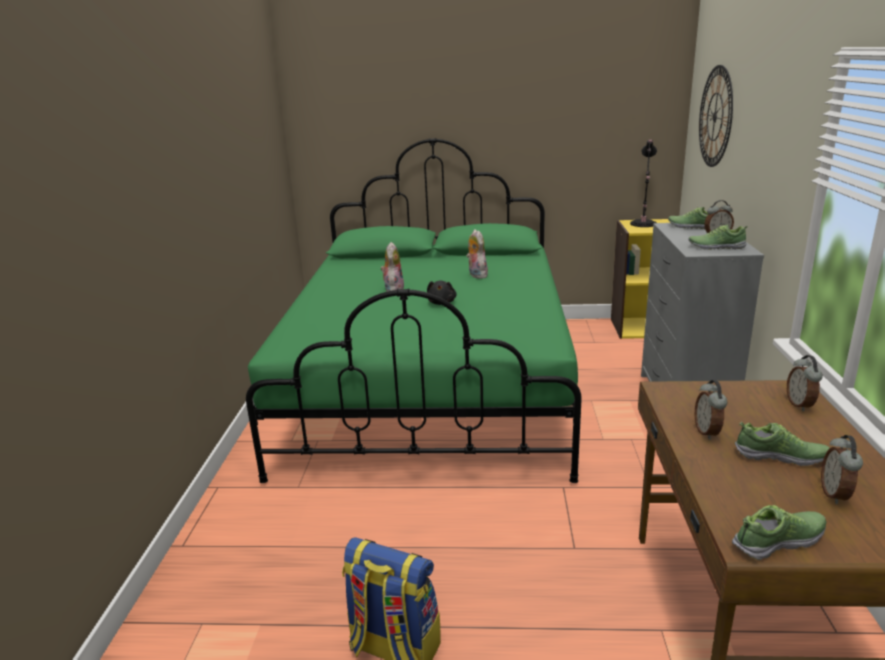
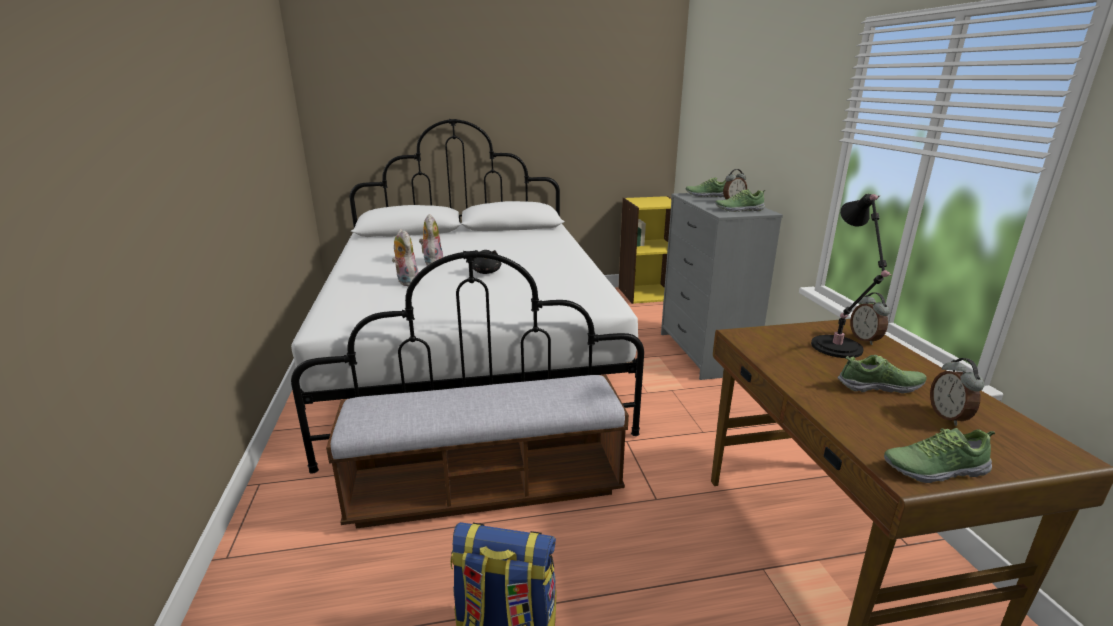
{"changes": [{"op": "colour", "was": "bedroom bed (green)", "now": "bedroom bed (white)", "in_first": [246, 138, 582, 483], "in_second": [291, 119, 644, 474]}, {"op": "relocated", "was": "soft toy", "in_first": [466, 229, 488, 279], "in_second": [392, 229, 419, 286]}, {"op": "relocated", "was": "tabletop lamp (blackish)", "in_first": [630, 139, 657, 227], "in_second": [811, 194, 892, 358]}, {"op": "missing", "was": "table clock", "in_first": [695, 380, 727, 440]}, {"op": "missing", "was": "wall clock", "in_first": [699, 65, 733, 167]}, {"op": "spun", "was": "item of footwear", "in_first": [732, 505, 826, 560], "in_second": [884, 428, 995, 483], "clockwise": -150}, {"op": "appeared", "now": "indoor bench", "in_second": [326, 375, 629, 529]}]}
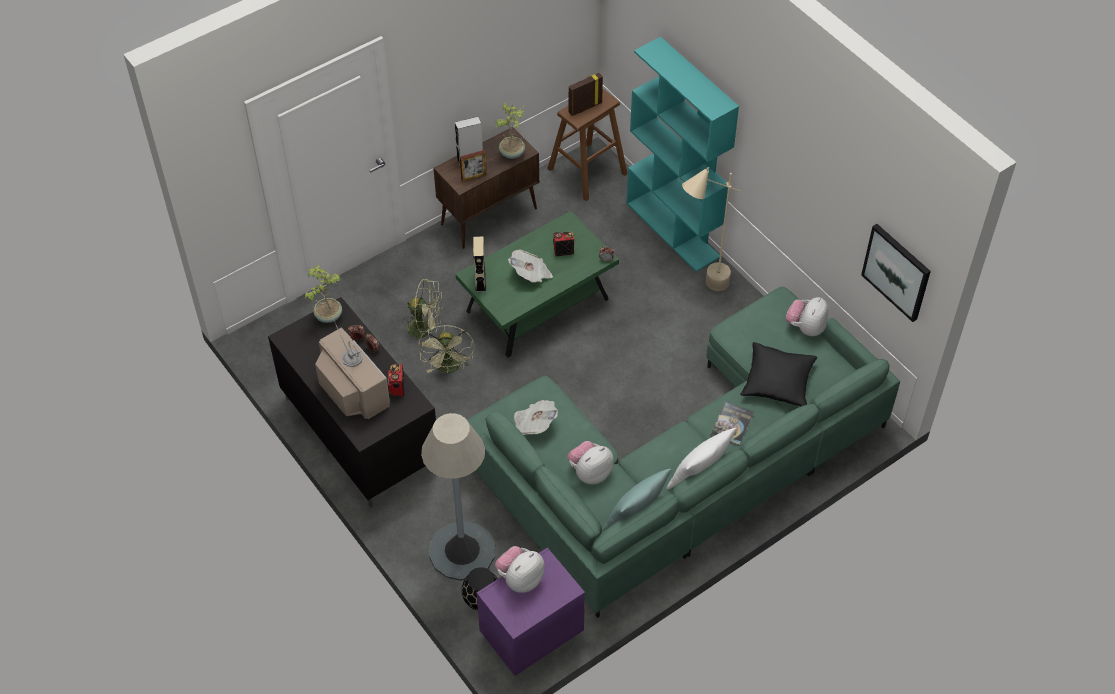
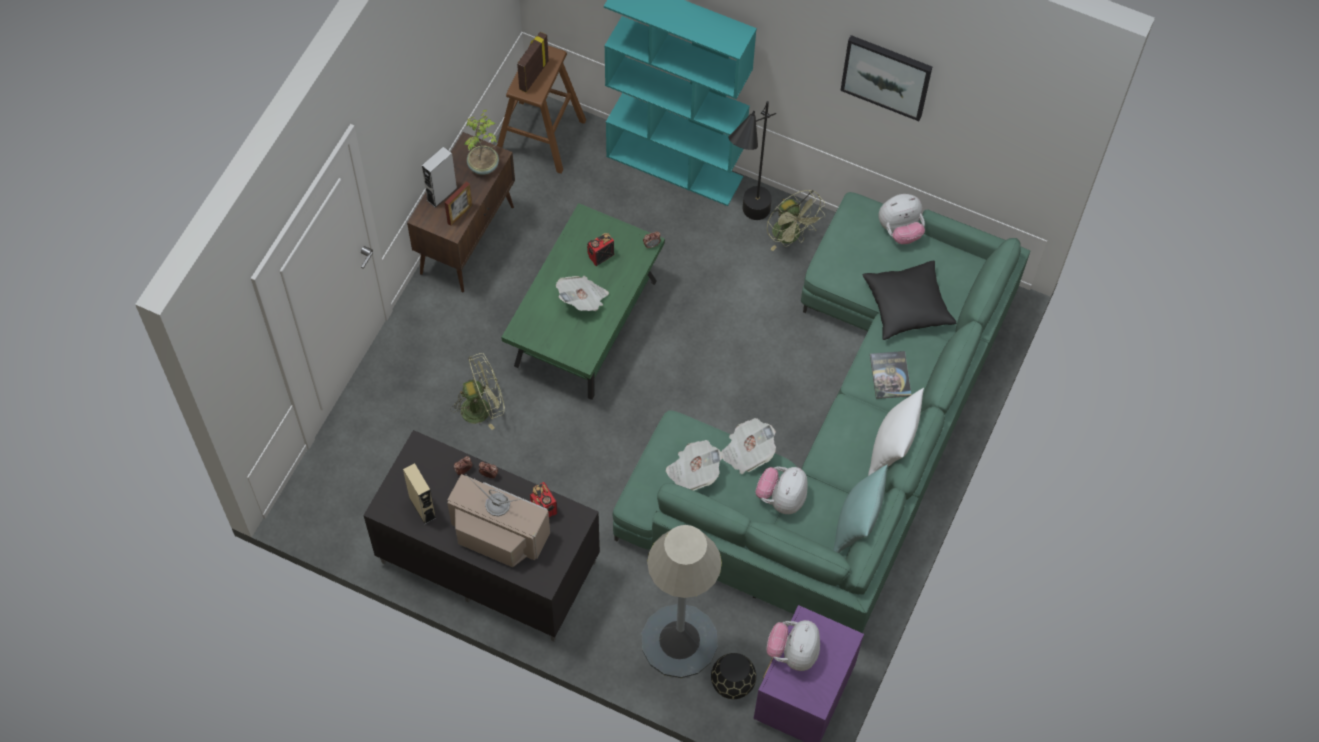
{"changes": [{"op": "missing", "was": "houseplant", "in_first": [305, 265, 342, 323]}, {"op": "relocated", "was": "electric fan (green)", "in_first": [418, 325, 474, 373], "in_second": [767, 190, 825, 251]}, {"op": "relocated", "was": "loudspeaker (beige)", "in_first": [473, 236, 486, 292], "in_second": [403, 463, 436, 524]}, {"op": "colour", "was": "standard lamp (beige)", "now": "standard lamp (blackish)", "in_first": [682, 167, 740, 291], "in_second": [729, 101, 776, 220]}, {"op": "spun", "was": "soft toy", "in_first": [786, 297, 828, 336], "in_second": [878, 194, 925, 244], "clockwise": -105}, {"op": "relocated", "was": "picture", "in_first": [861, 224, 931, 322], "in_second": [840, 35, 932, 121]}, {"op": "appeared", "now": "printed paper", "in_second": [721, 418, 776, 474]}]}
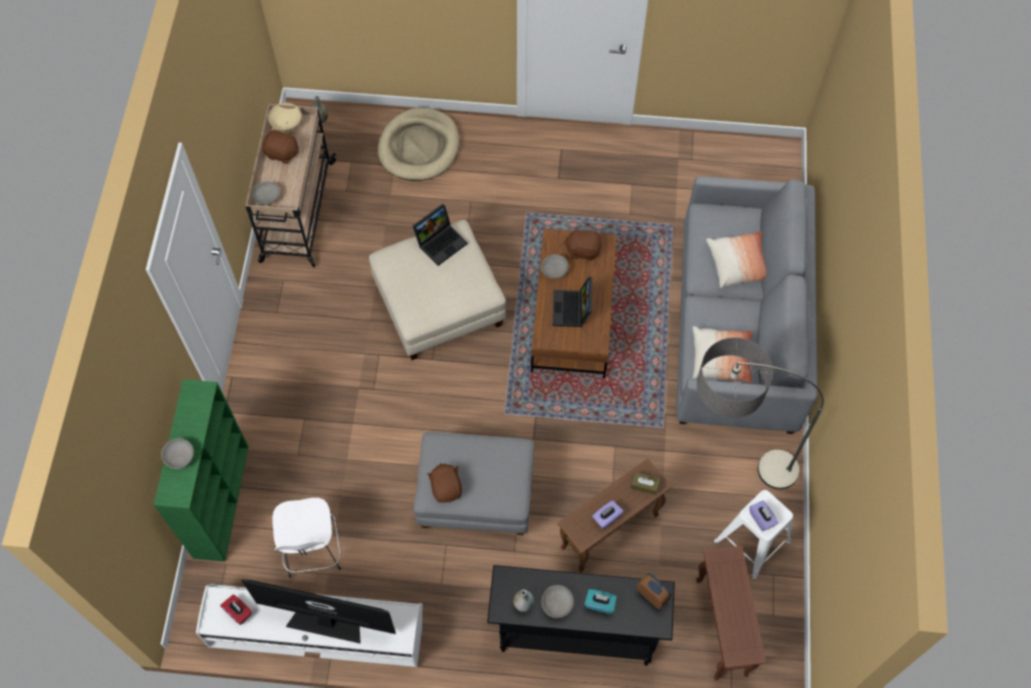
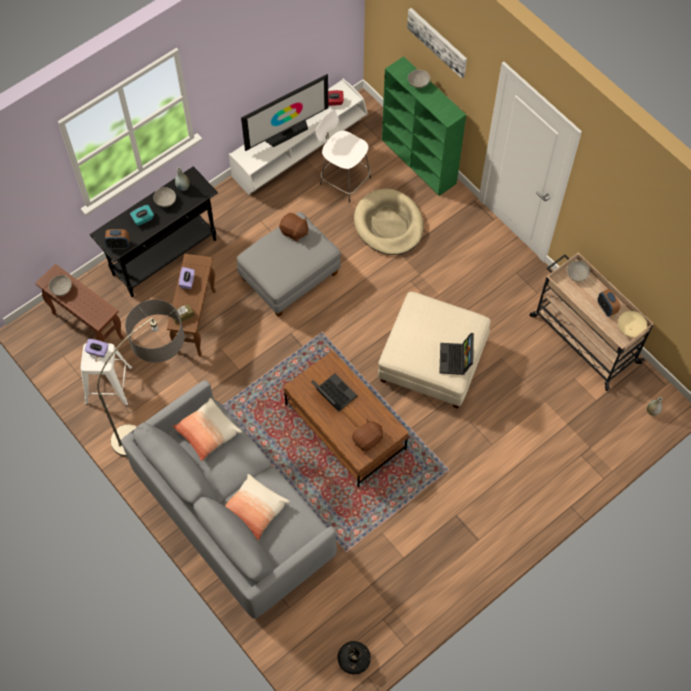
{"changes": [{"op": "exchanged", "was": "soft toy (brown)", "now": "table clock", "in_first": [262, 130, 299, 164], "in_second": [598, 289, 620, 317]}, {"op": "relocated", "was": "pet bed (beige)", "in_first": [378, 108, 459, 181], "in_second": [354, 189, 424, 255]}, {"op": "relocated", "was": "deep dish (gray)", "in_first": [541, 254, 569, 279], "in_second": [49, 275, 72, 296]}, {"op": "appeared", "now": "decorative vase (blackish)", "in_second": [337, 641, 371, 675]}, {"op": "appeared", "now": "picture", "in_second": [407, 8, 467, 78]}]}
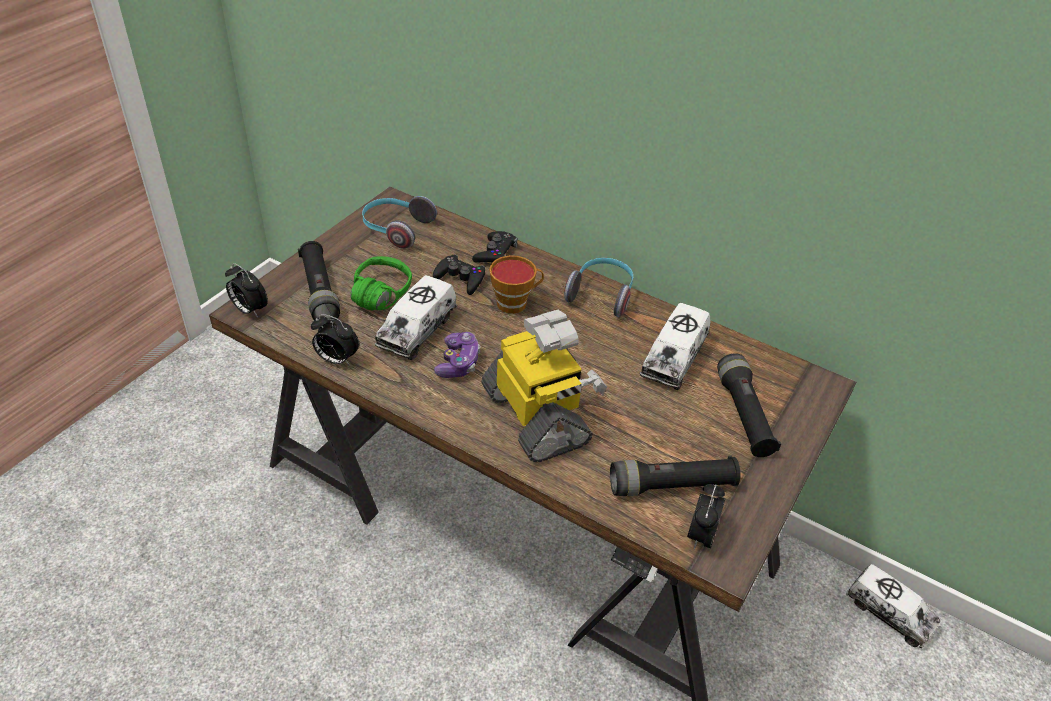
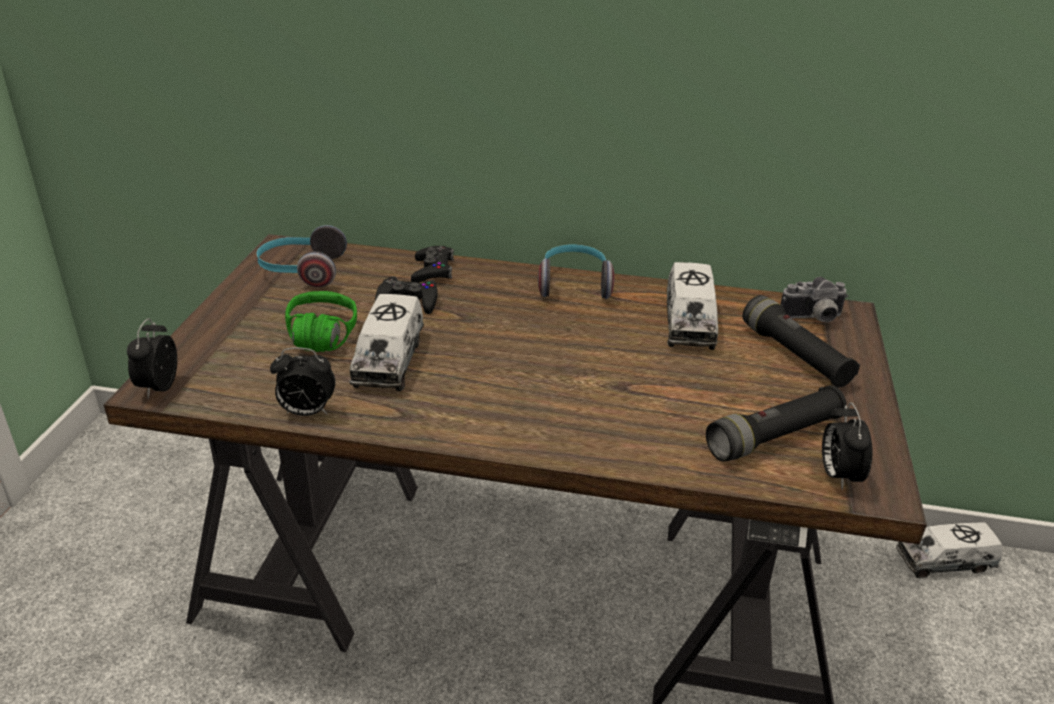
{"changes": [{"op": "spun", "was": "table clock", "in_first": [225, 263, 268, 318], "in_second": [127, 318, 177, 399], "clockwise": 75}, {"op": "missing", "was": "hand torch (blackish)", "in_first": [298, 241, 340, 320]}, {"op": "missing", "was": "joypad", "in_first": [434, 332, 481, 378]}, {"op": "missing", "was": "robot figure", "in_first": [482, 310, 607, 462]}, {"op": "missing", "was": "small cup", "in_first": [489, 255, 544, 314]}, {"op": "spun", "was": "model truck", "in_first": [846, 564, 941, 648], "in_second": [896, 522, 1002, 578], "clockwise": 150}, {"op": "appeared", "now": "photo camera", "in_second": [780, 277, 848, 322]}]}
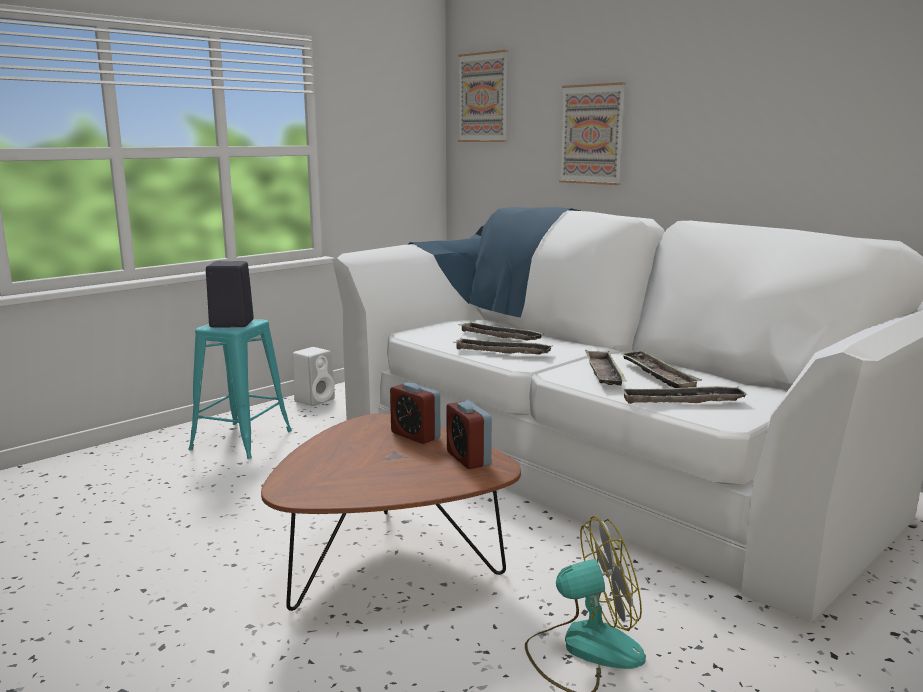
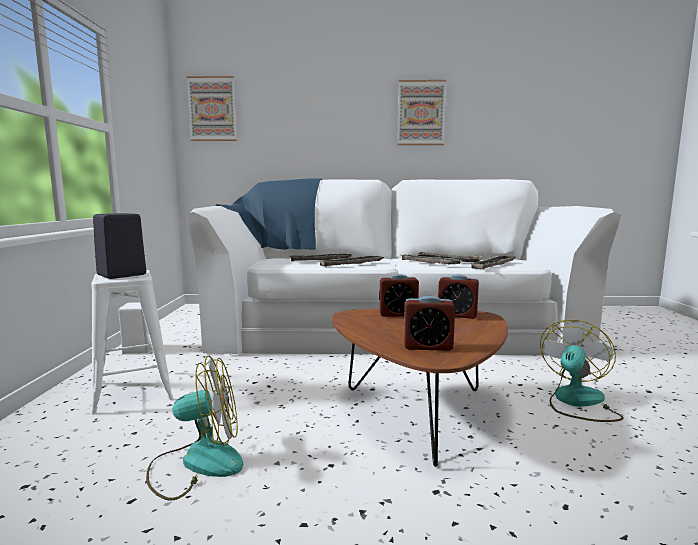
{"changes": [{"op": "colour", "was": "sitting stool (turquoise)", "now": "sitting stool (white)", "in_first": [188, 319, 292, 459], "in_second": [91, 270, 173, 415]}, {"op": "relocated", "was": "picture", "in_first": [559, 82, 625, 185], "in_second": [397, 80, 446, 145]}, {"op": "appeared", "now": "electric fan", "in_second": [146, 355, 243, 501]}, {"op": "appeared", "now": "table clock", "in_second": [404, 296, 455, 351]}]}
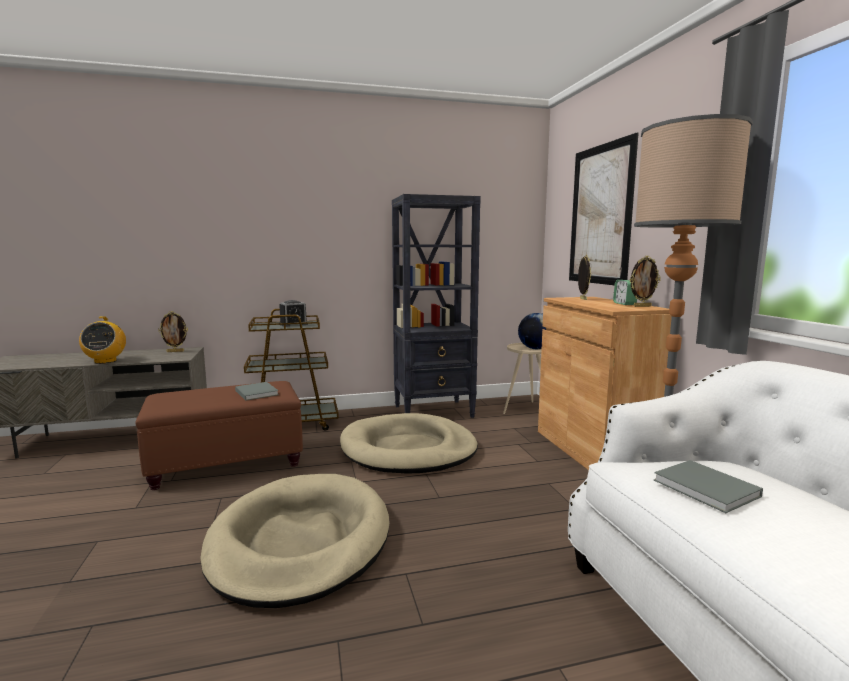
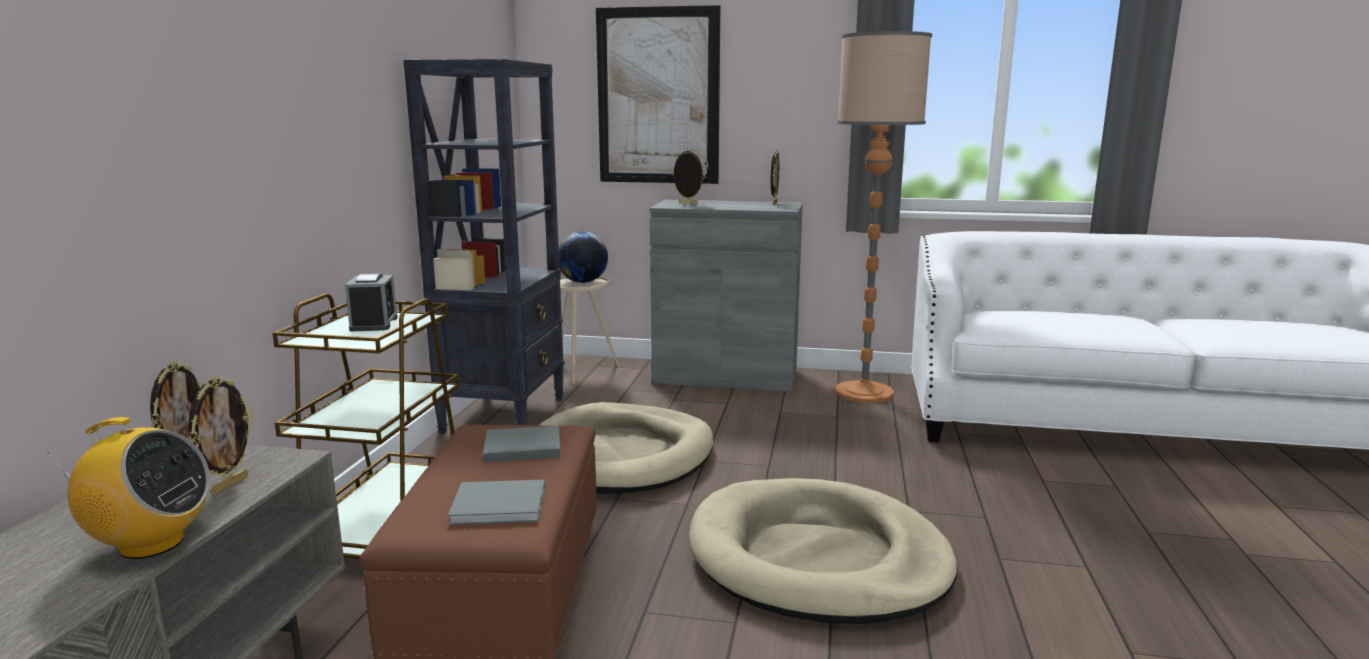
{"changes": [{"op": "colour", "was": "cabinet (brown)", "now": "cabinet (gray)", "in_first": [538, 297, 672, 470], "in_second": [650, 200, 803, 392]}, {"op": "missing", "was": "table clock", "in_first": [613, 280, 637, 305]}, {"op": "relocated", "was": "book (gray)", "in_first": [654, 460, 763, 513], "in_second": [448, 480, 545, 525]}, {"op": "appeared", "now": "standing frame", "in_second": [188, 375, 254, 495]}]}
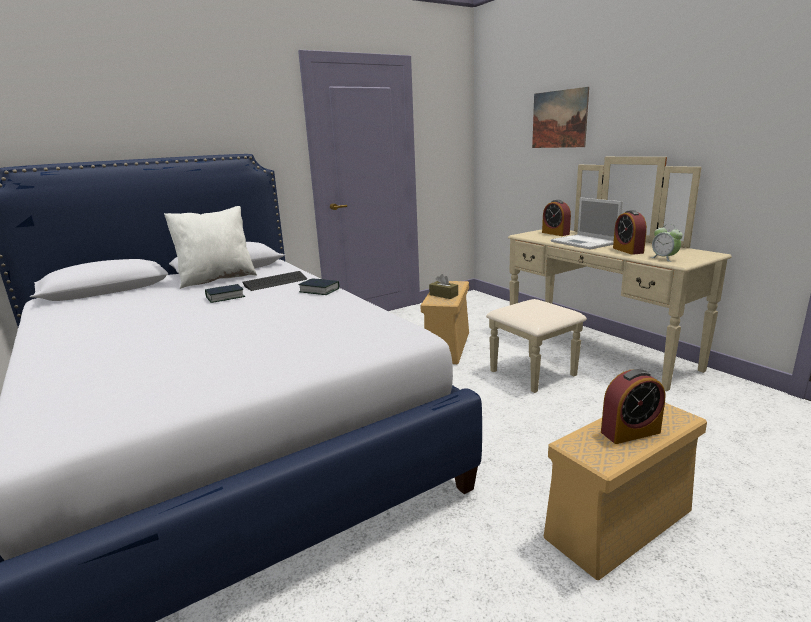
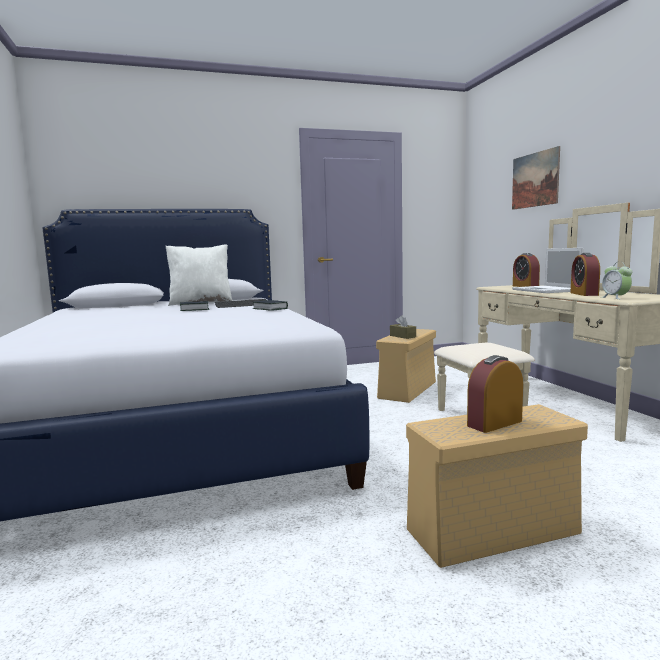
{"changes": [{"op": "spun", "was": "table clock", "in_first": [601, 369, 665, 444], "in_second": [467, 355, 523, 433], "clockwise": 150}]}
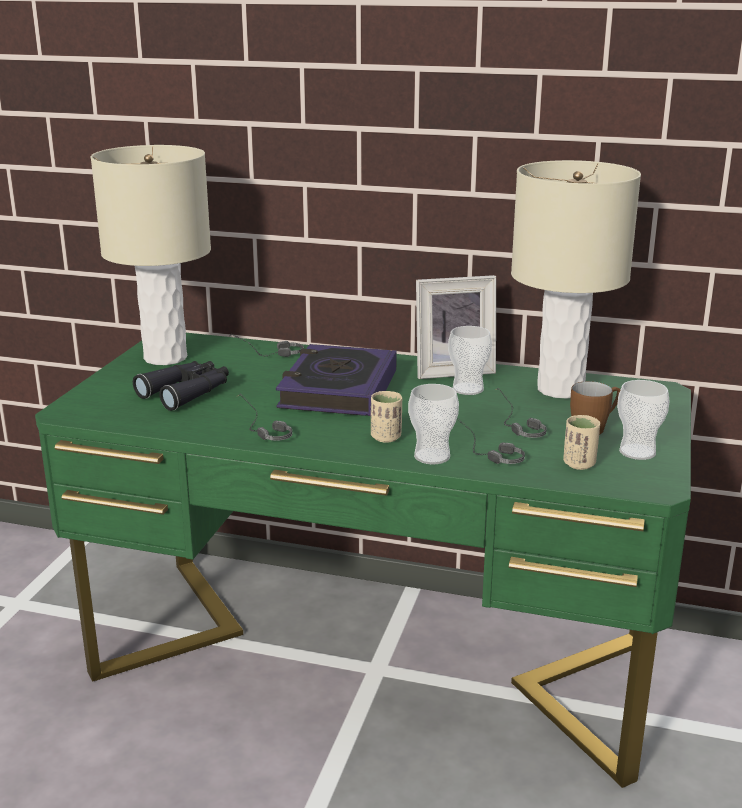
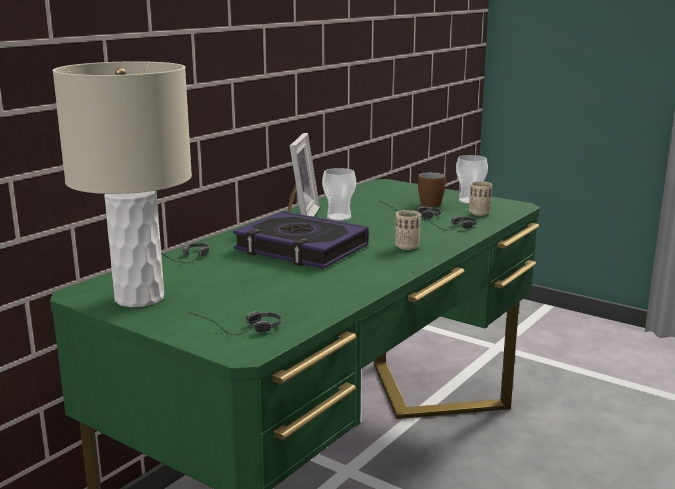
{"changes": [{"op": "missing", "was": "pair of binoculars (blackish)", "in_first": [133, 361, 229, 411]}, {"op": "relocated", "was": "pair of headphones", "in_first": [238, 394, 292, 441], "in_second": [187, 311, 282, 335]}, {"op": "missing", "was": "small cup", "in_first": [408, 384, 459, 464]}, {"op": "missing", "was": "tabletop lamp (beige)", "in_first": [511, 160, 641, 399]}]}
